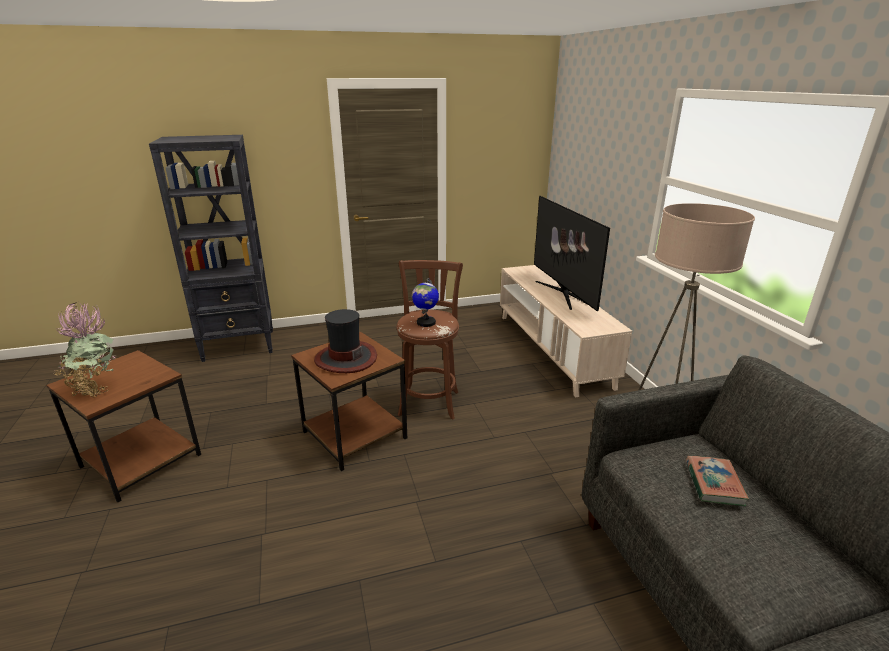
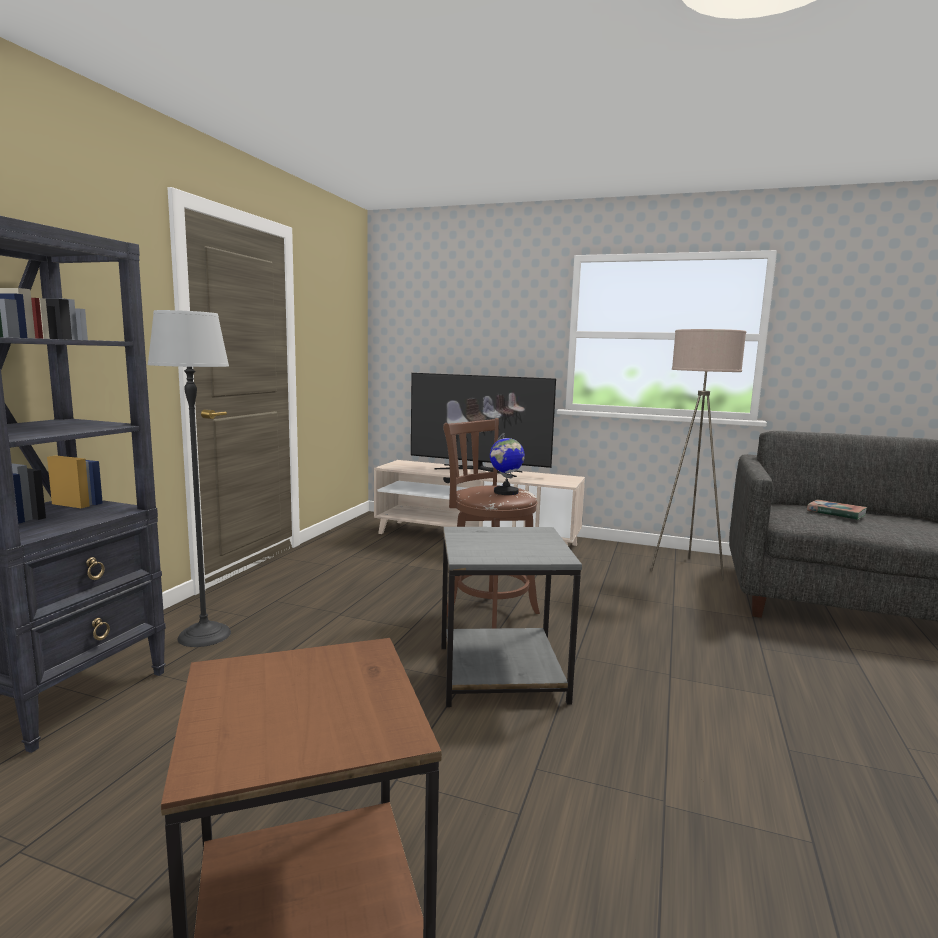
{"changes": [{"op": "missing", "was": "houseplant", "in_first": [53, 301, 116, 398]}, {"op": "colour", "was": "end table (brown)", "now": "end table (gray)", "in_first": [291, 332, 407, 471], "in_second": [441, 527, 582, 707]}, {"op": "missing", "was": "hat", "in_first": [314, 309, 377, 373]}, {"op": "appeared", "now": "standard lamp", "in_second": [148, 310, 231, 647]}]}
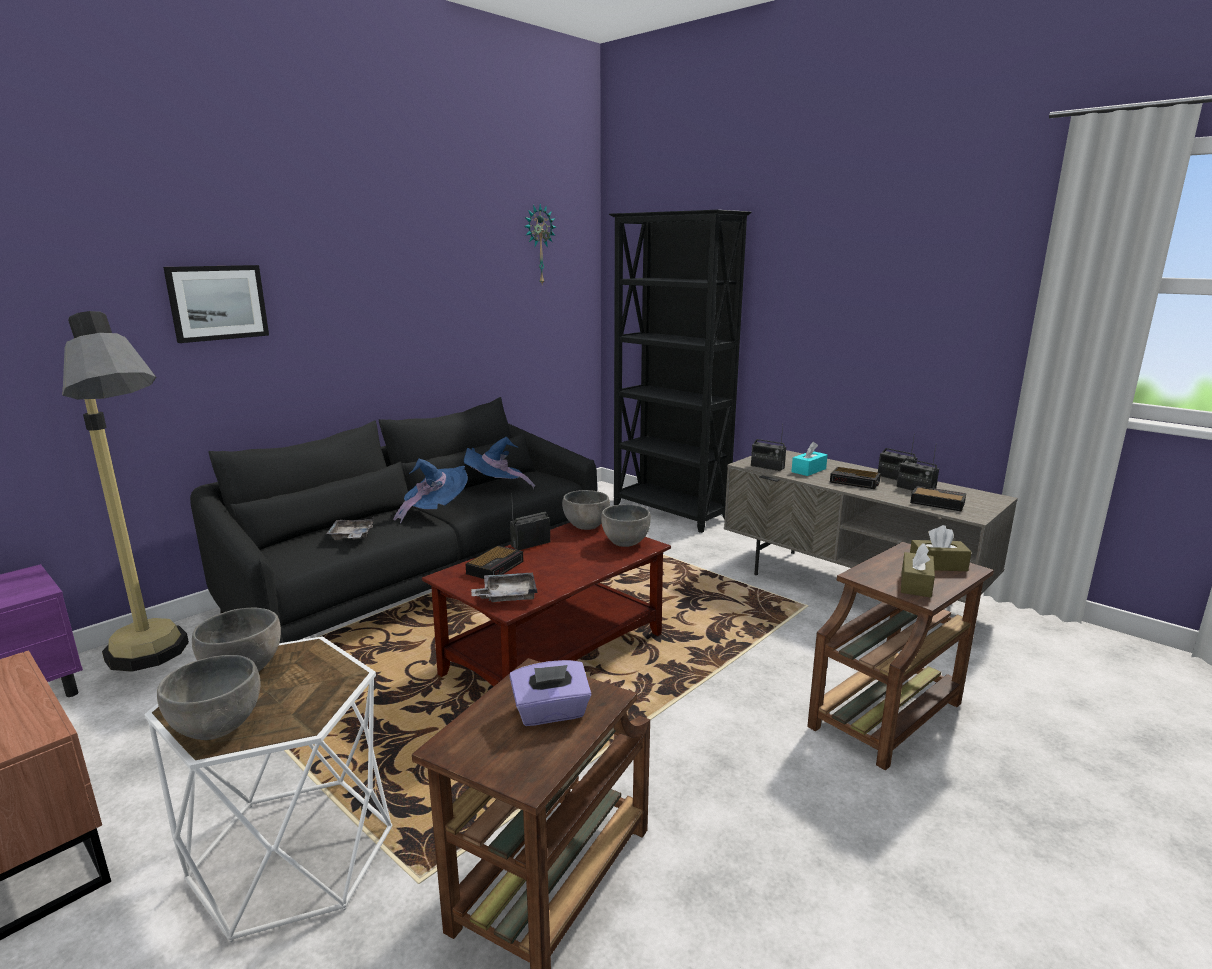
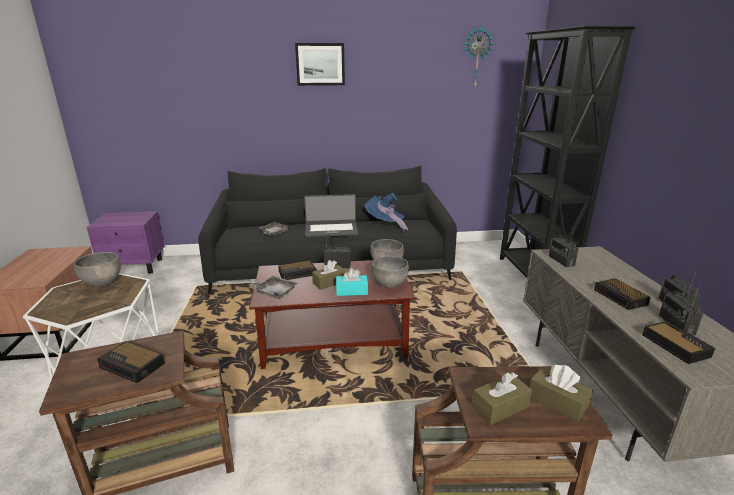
{"changes": [{"op": "missing", "was": "standard lamp", "in_first": [62, 311, 189, 672]}, {"op": "missing", "was": "deep dish (gray)", "in_first": [157, 655, 261, 740]}, {"op": "relocated", "was": "picture", "in_first": [163, 265, 269, 343], "in_second": [295, 43, 345, 86]}, {"op": "exchanged", "was": "hat (bluish)", "now": "laptop", "in_first": [393, 459, 468, 523], "in_second": [304, 194, 359, 237]}, {"op": "exchanged", "was": "tissue holder (purplish)", "now": "table clock", "in_first": [510, 660, 592, 726], "in_second": [97, 341, 165, 383]}, {"op": "relocated", "was": "tissue holder (turquoise)", "in_first": [791, 442, 828, 476], "in_second": [336, 268, 368, 296]}, {"op": "appeared", "now": "tissue holder (brown)", "in_second": [312, 260, 346, 290]}]}
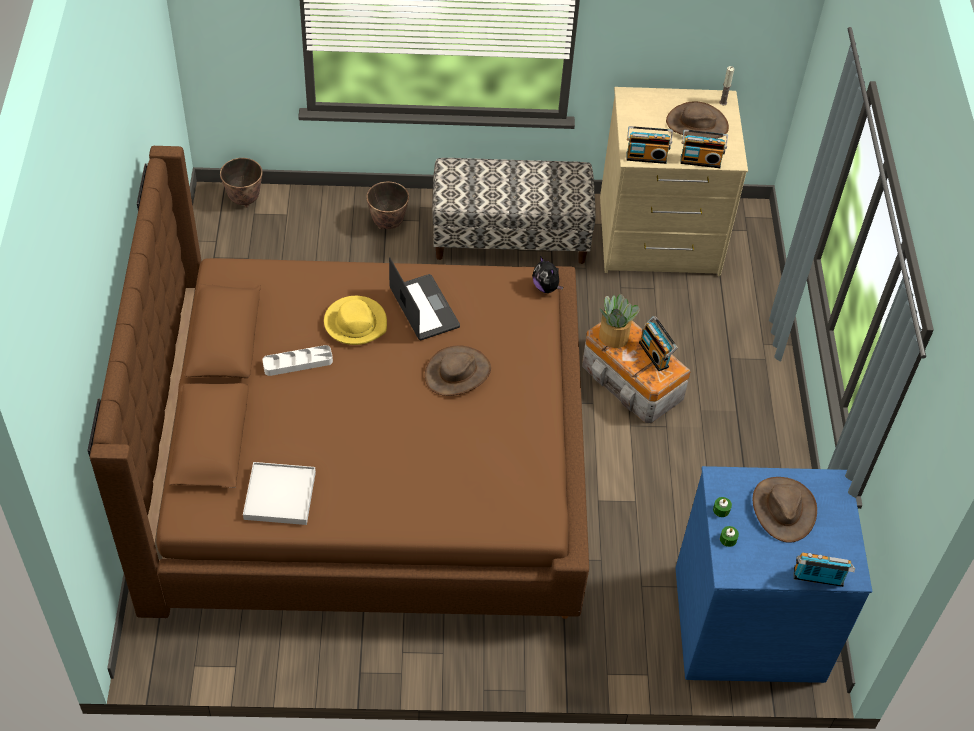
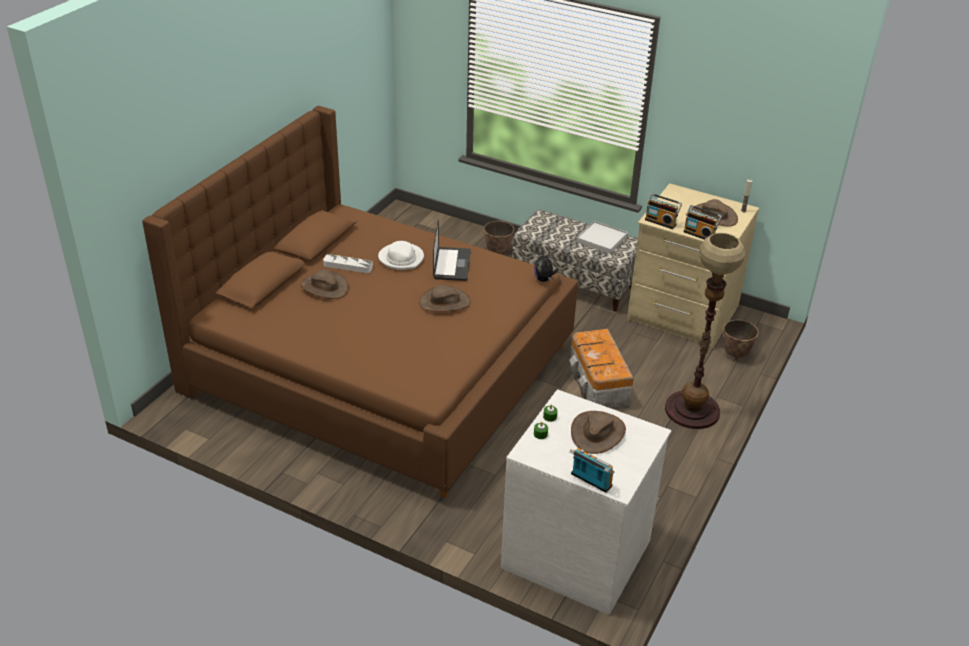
{"changes": [{"op": "relocated", "was": "plant pot", "in_first": [220, 158, 262, 208], "in_second": [723, 320, 759, 361]}, {"op": "relocated", "was": "serving tray (white)", "in_first": [243, 462, 316, 525], "in_second": [576, 221, 628, 254]}, {"op": "colour", "was": "hat (yellow)", "now": "hat (white)", "in_first": [324, 296, 387, 345], "in_second": [378, 241, 424, 270]}, {"op": "missing", "was": "houseplant", "in_first": [599, 294, 640, 348]}, {"op": "missing", "was": "radio receiver", "in_first": [639, 316, 678, 371]}, {"op": "colour", "was": "drawer chest (bluish)", "now": "drawer chest (white)", "in_first": [675, 466, 872, 683], "in_second": [501, 389, 671, 615]}, {"op": "appeared", "now": "hat (brown)", "in_second": [300, 269, 349, 299]}, {"op": "appeared", "now": "standard lamp", "in_second": [665, 233, 745, 429]}]}
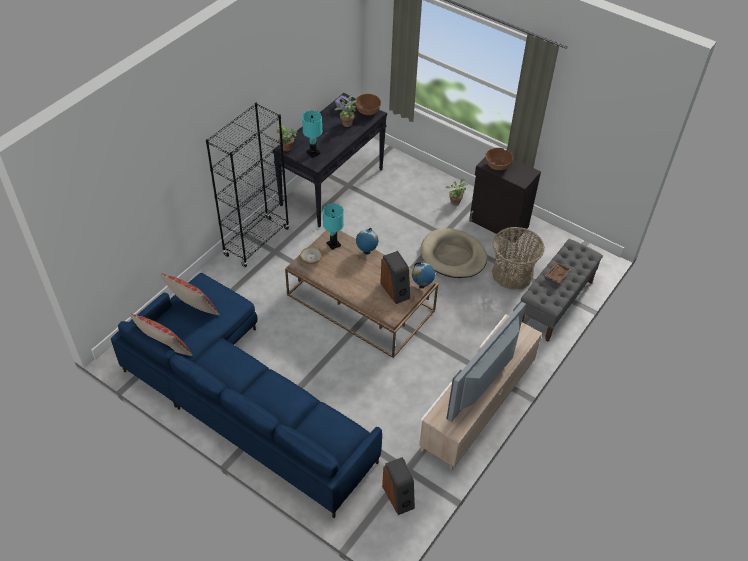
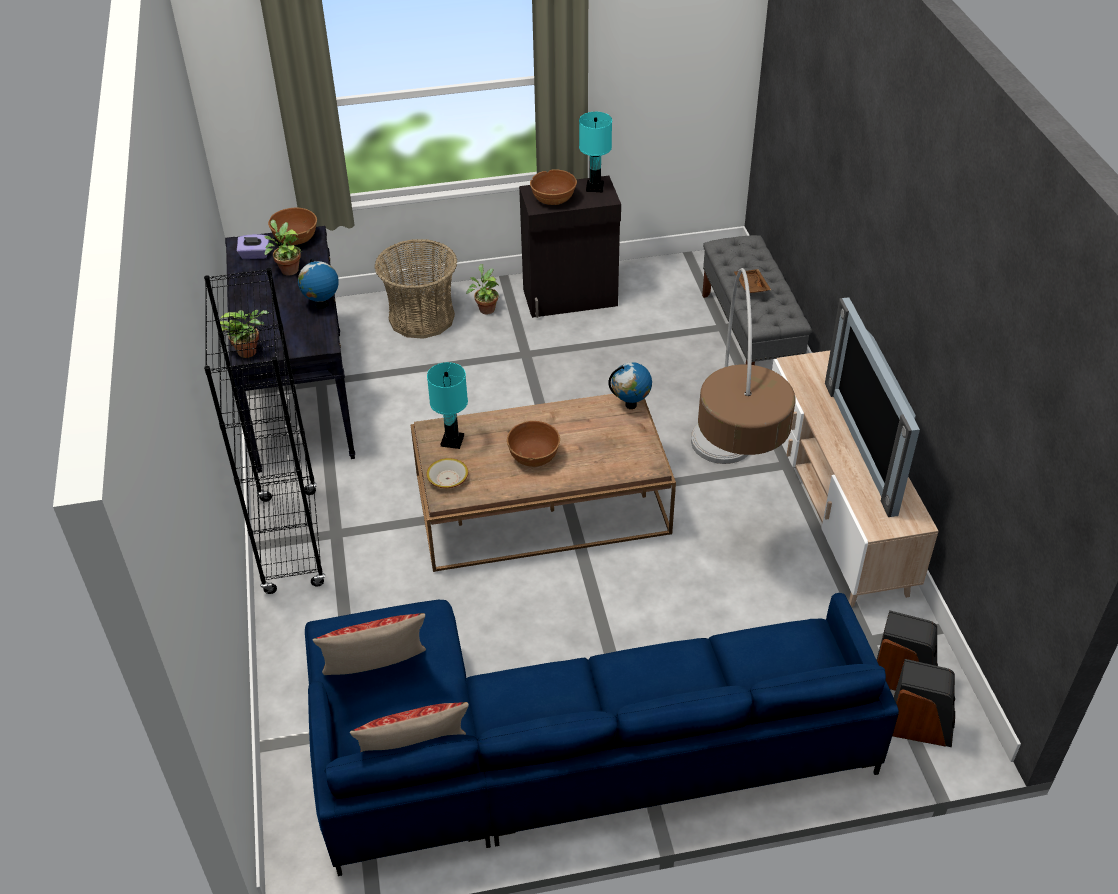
{"changes": [{"op": "relocated", "was": "tabletop lamp (turquoise)", "in_first": [302, 111, 322, 158], "in_second": [579, 112, 612, 192]}, {"op": "relocated", "was": "world globe", "in_first": [356, 228, 378, 255], "in_second": [298, 258, 339, 309]}, {"op": "relocated", "was": "loudspeaker", "in_first": [380, 251, 410, 304], "in_second": [892, 659, 955, 747]}, {"op": "missing", "was": "pet bed (beige)", "in_first": [421, 228, 487, 278]}, {"op": "relocated", "was": "household basket", "in_first": [492, 227, 544, 290], "in_second": [375, 239, 457, 339]}, {"op": "appeared", "now": "deep dish (brown)", "in_second": [507, 421, 560, 467]}, {"op": "appeared", "now": "standard lamp", "in_second": [691, 268, 795, 464]}]}
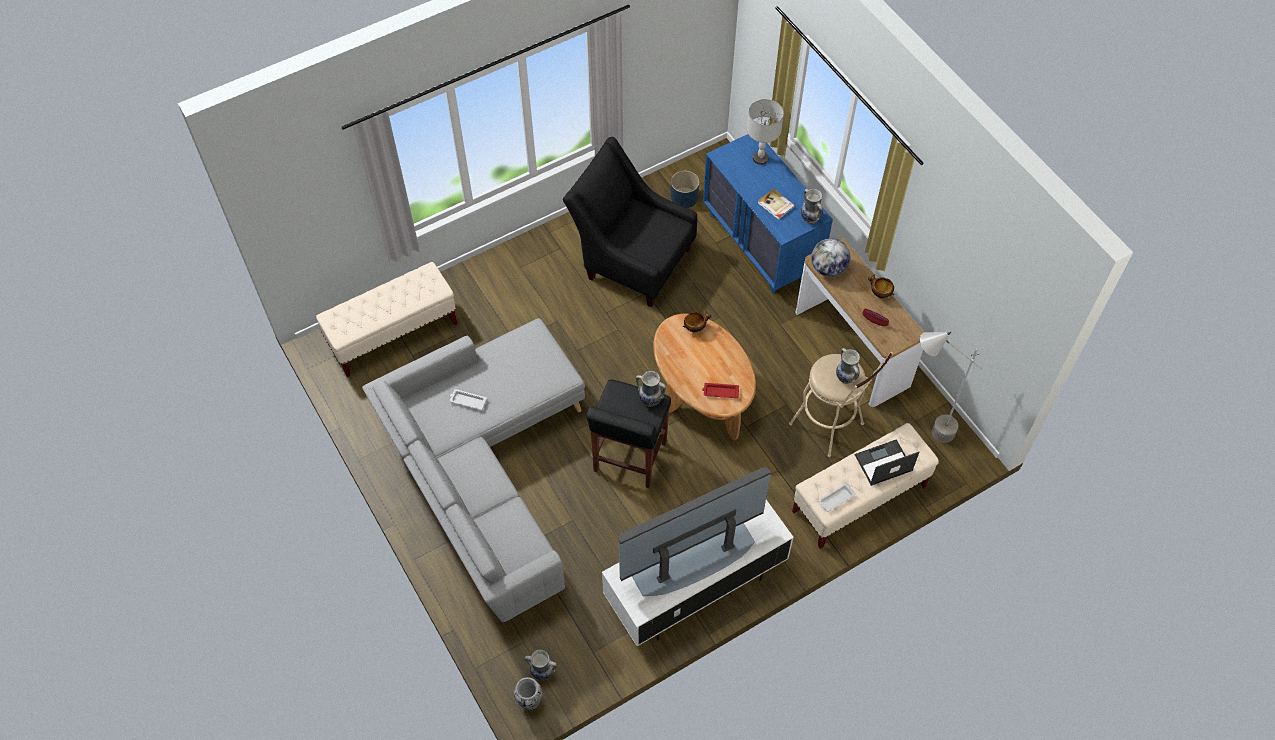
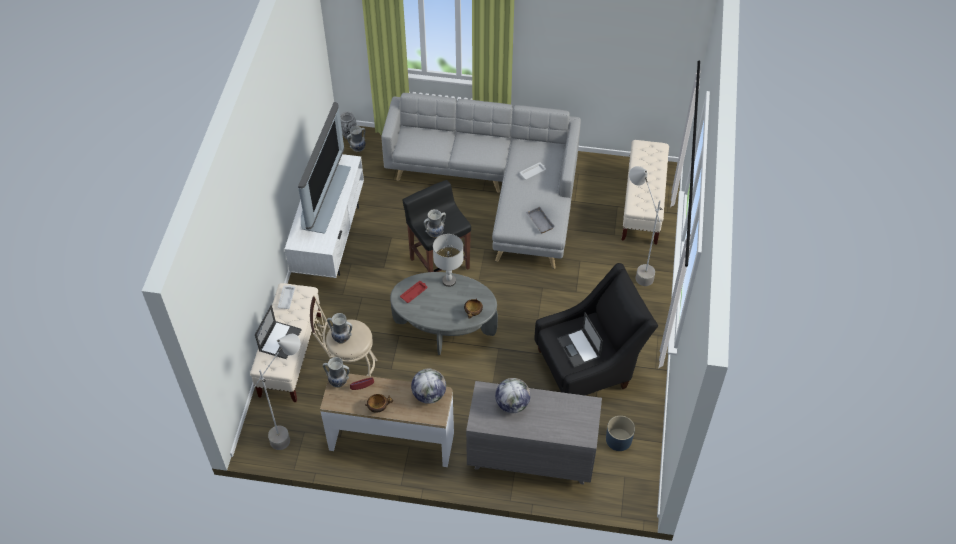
{"changes": [{"op": "colour", "was": "low table (brown)", "now": "low table (gray)", "in_first": [653, 314, 756, 441], "in_second": [390, 272, 498, 355]}, {"op": "colour", "was": "drawer chest (bluish)", "now": "drawer chest (gray)", "in_first": [703, 134, 833, 294], "in_second": [466, 381, 602, 485]}, {"op": "relocated", "was": "tabletop lamp (gray)", "in_first": [747, 99, 784, 165], "in_second": [433, 234, 464, 287]}, {"op": "exchanged", "was": "book", "now": "world globe", "in_first": [758, 189, 795, 220], "in_second": [495, 378, 531, 413]}, {"op": "relocated", "was": "decorative vase", "in_first": [801, 189, 823, 224], "in_second": [323, 357, 349, 388]}, {"op": "appeared", "now": "serving tray (gray)", "in_second": [526, 207, 555, 233]}, {"op": "appeared", "now": "laptop", "in_second": [557, 312, 603, 368]}, {"op": "appeared", "now": "standard lamp (gray)", "in_second": [629, 166, 662, 286]}]}
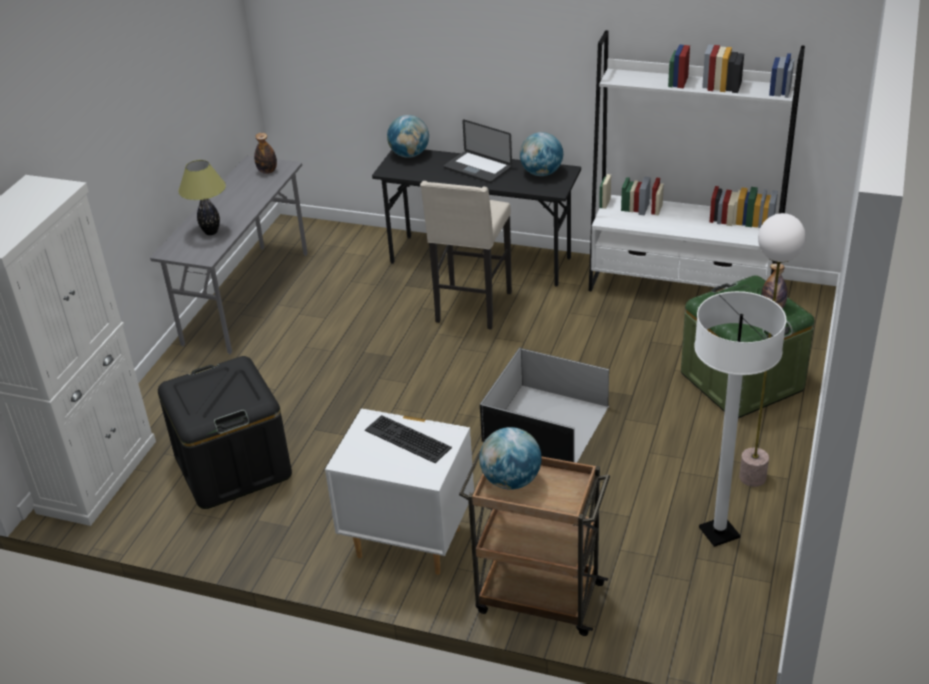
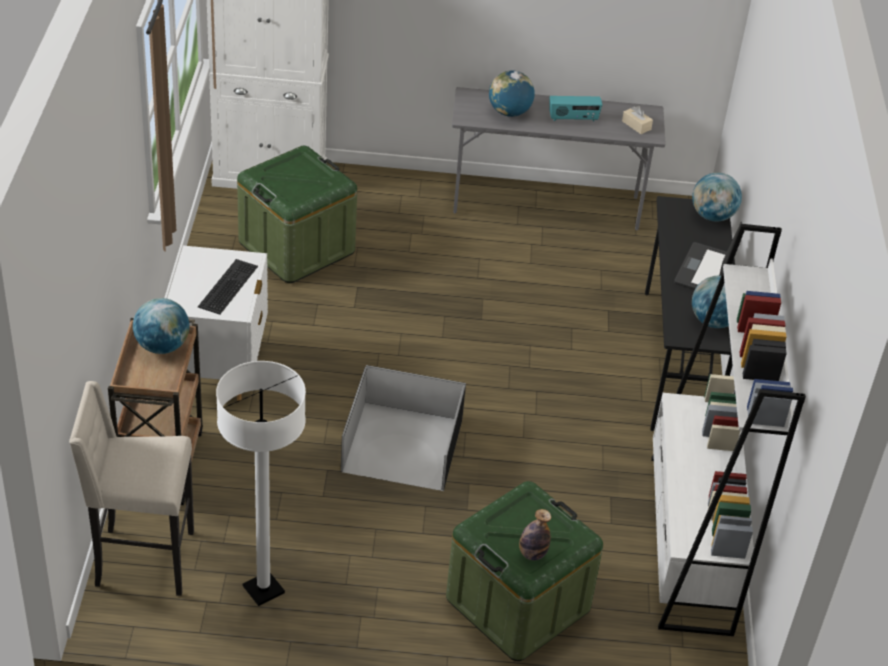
{"changes": [{"op": "colour", "was": "storage bin (blackish)", "now": "storage bin (green)", "in_first": [158, 356, 292, 509], "in_second": [237, 146, 357, 283]}, {"op": "exchanged", "was": "tabletop lamp", "now": "world globe", "in_first": [178, 160, 226, 235], "in_second": [489, 71, 535, 117]}, {"op": "exchanged", "was": "drink bottle", "now": "tissue holder (beige)", "in_first": [254, 133, 277, 174], "in_second": [622, 106, 653, 134]}, {"op": "relocated", "was": "sitting stool (beige)", "in_first": [420, 181, 512, 330], "in_second": [69, 381, 194, 596]}, {"op": "missing", "was": "standard lamp", "in_first": [739, 213, 806, 487]}, {"op": "appeared", "now": "radio receiver", "in_second": [550, 96, 602, 122]}]}
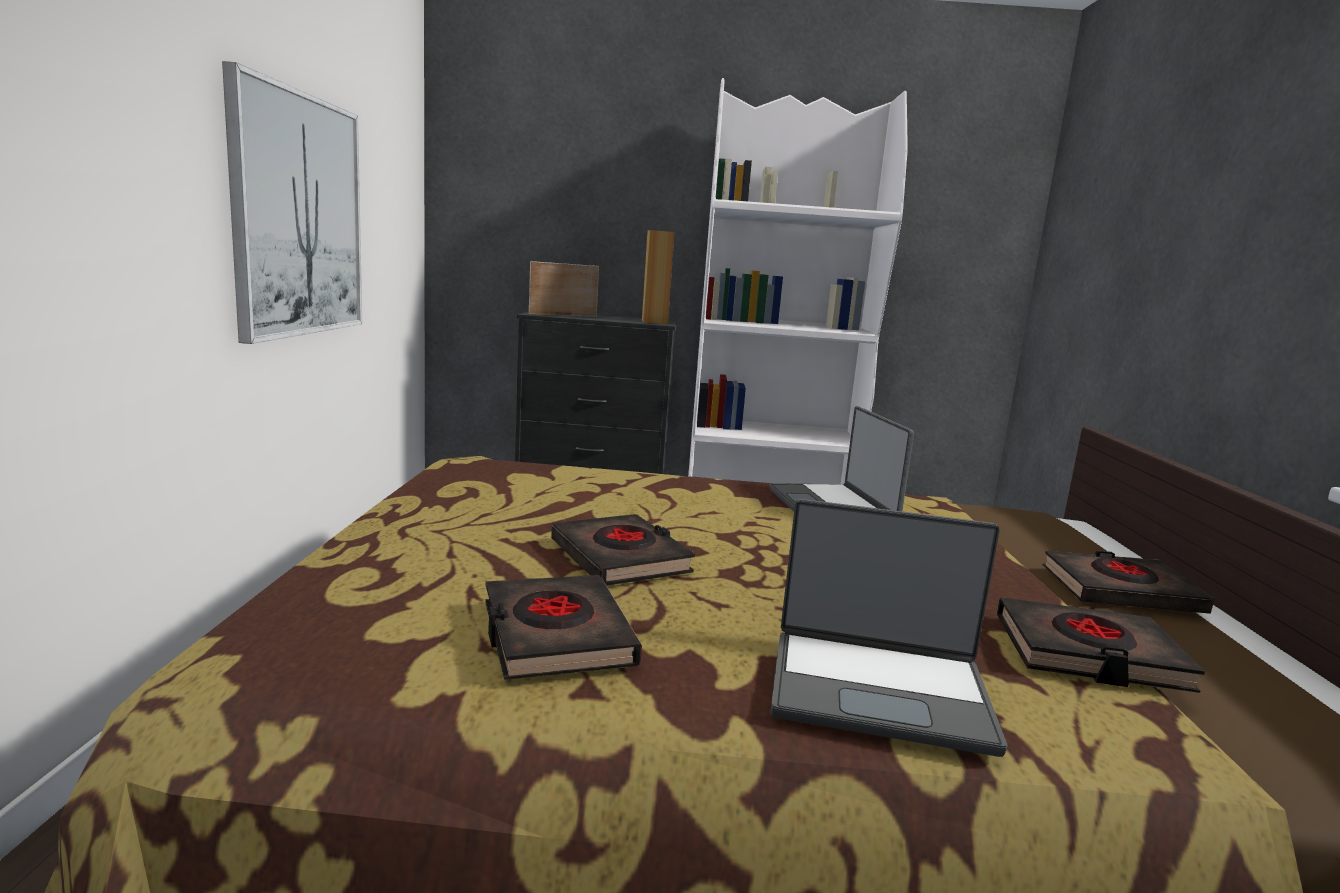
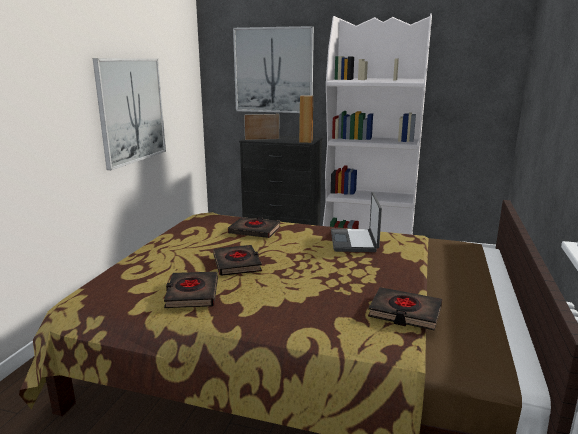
{"changes": [{"op": "missing", "was": "laptop", "in_first": [770, 499, 1008, 757]}, {"op": "relocated", "was": "book (blackish)", "in_first": [1043, 551, 1214, 614], "in_second": [228, 217, 280, 238]}, {"op": "appeared", "now": "picture", "in_second": [233, 26, 314, 113]}]}
